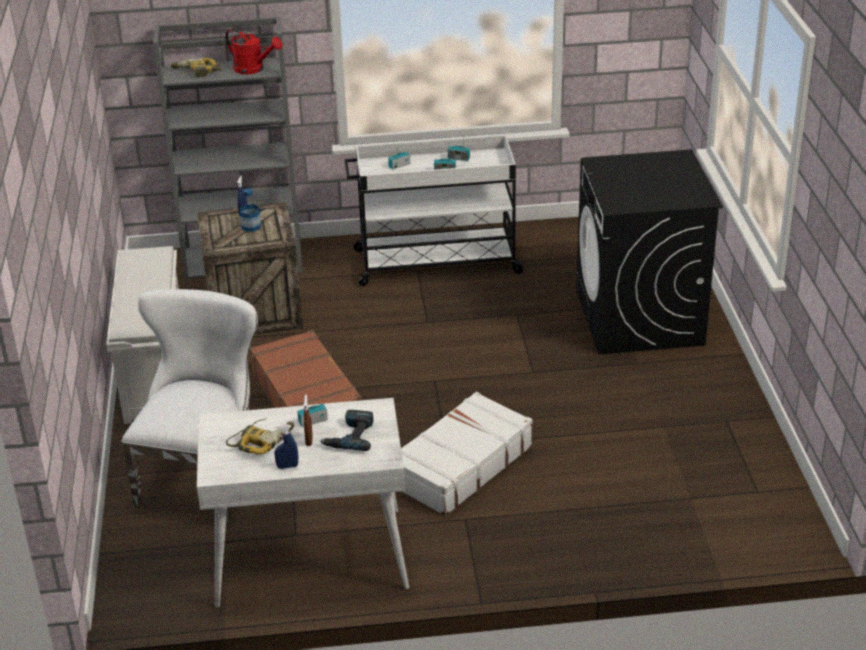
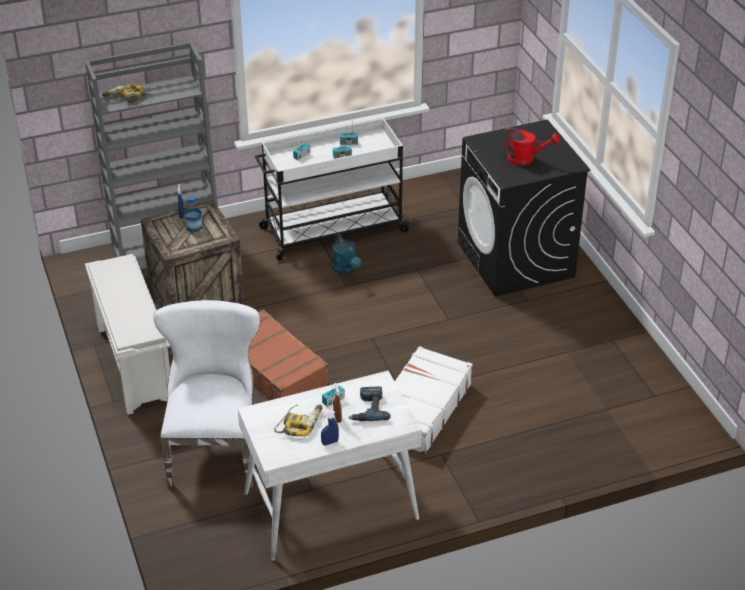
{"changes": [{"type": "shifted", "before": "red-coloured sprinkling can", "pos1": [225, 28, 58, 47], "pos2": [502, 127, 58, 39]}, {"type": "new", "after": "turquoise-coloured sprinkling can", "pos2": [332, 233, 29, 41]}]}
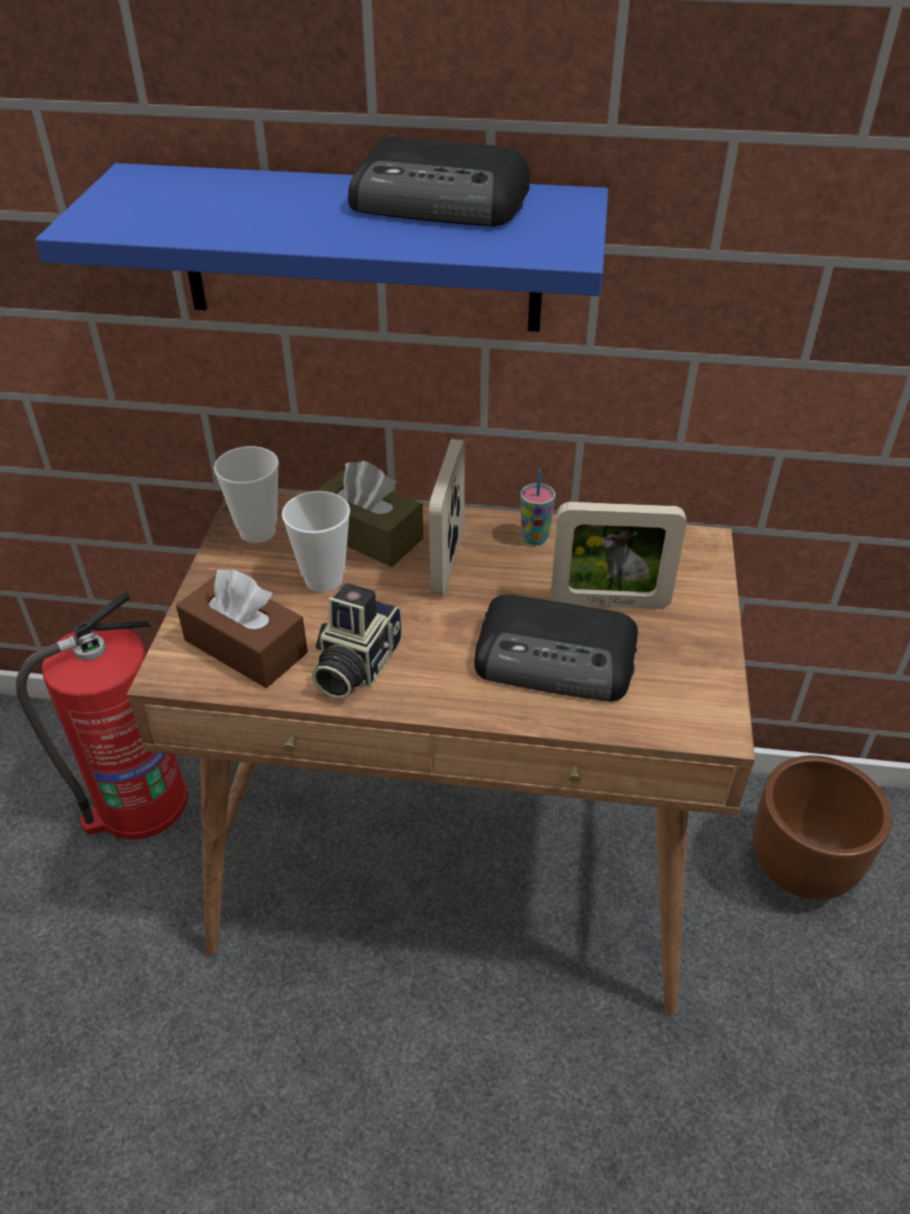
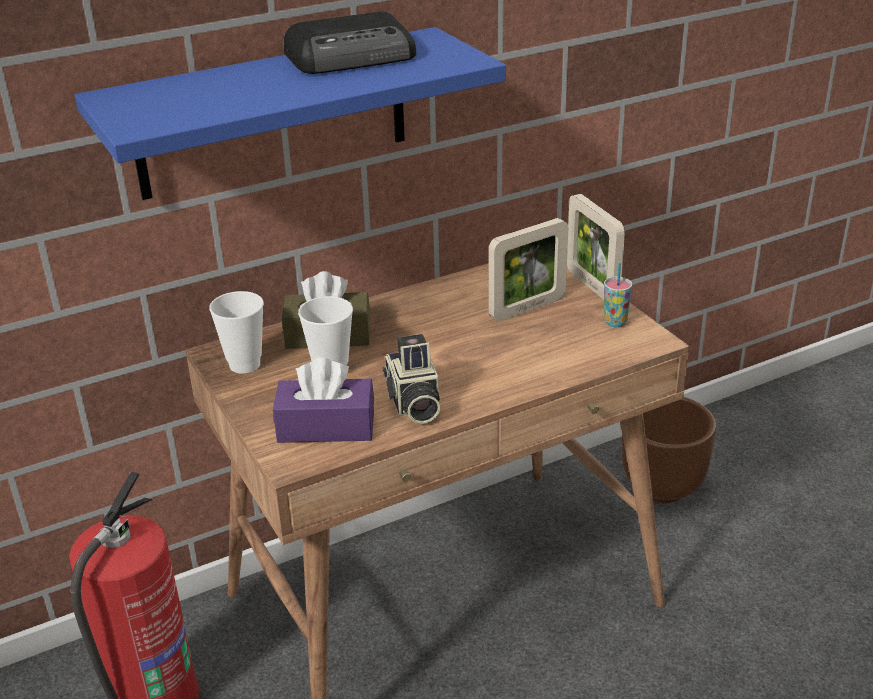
{"changes": [{"type": "repainted", "before": "brownish tissue holder", "after": "purple-coloured tissue holder", "pos1": [176, 569, 132, 119], "pos2": [273, 357, 101, 86]}, {"type": "shifted", "before": "photo frame", "pos1": [429, 439, 36, 156], "pos2": [567, 194, 58, 106]}, {"type": "gone", "before": "radio set", "pos1": [474, 594, 164, 108]}, {"type": "shifted", "before": "drinking cup", "pos1": [521, 469, 34, 76], "pos2": [604, 263, 28, 64]}]}
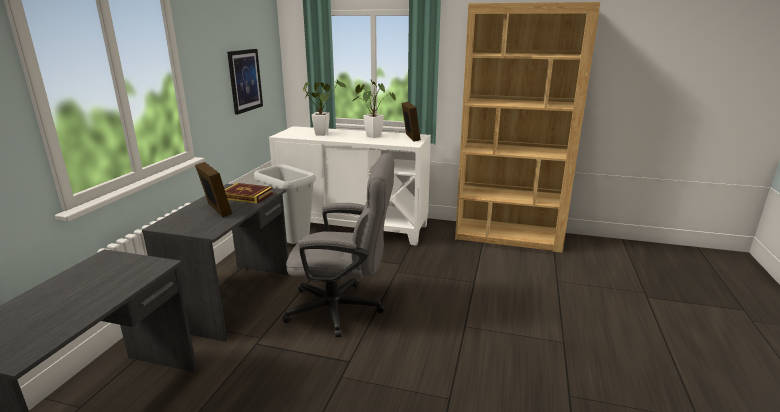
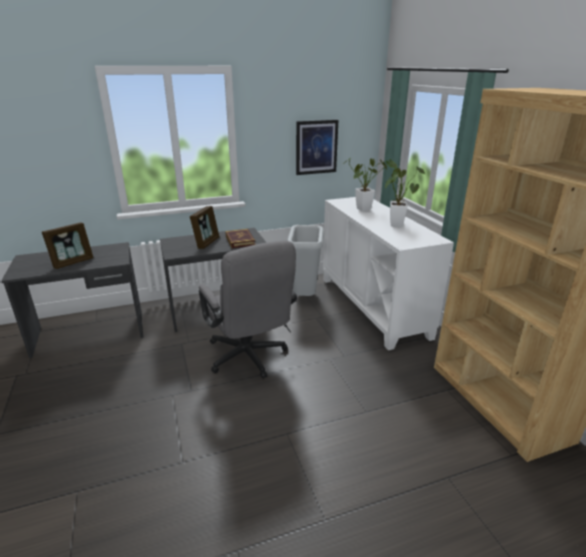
{"changes": [{"type": "shifted", "before": "photo frame", "pos1": [401, 102, 20, 40], "pos2": [42, 222, 52, 47]}]}
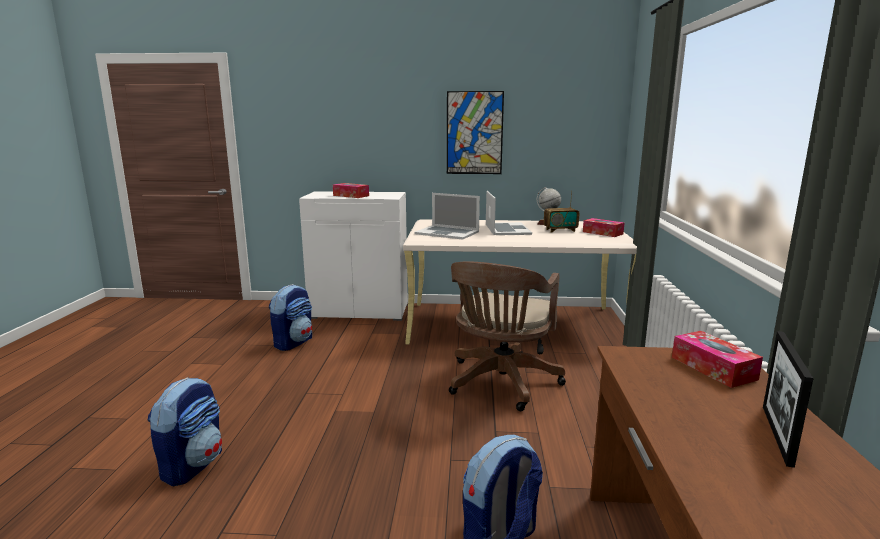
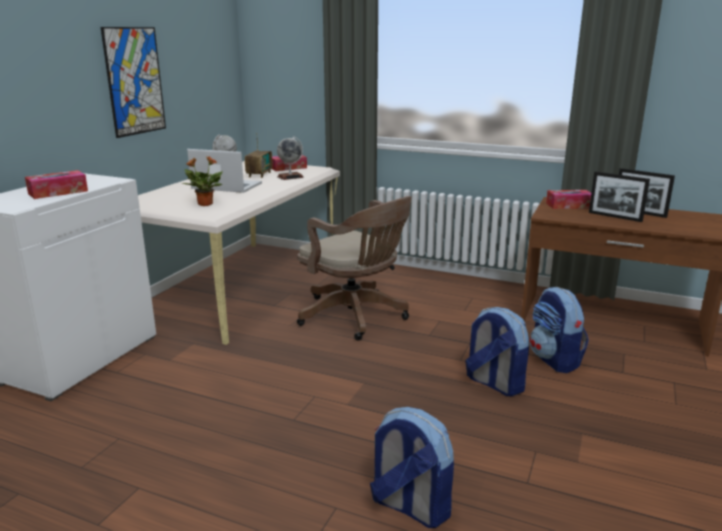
{"changes": [{"type": "shifted", "before": "backpack", "pos1": [269, 284, 43, 67], "pos2": [465, 307, 64, 90]}, {"type": "swapped", "before": "laptop", "after": "plant in a pot", "pos1": [414, 193, 66, 47], "pos2": [182, 157, 41, 49]}, {"type": "new", "after": "globe", "pos2": [277, 136, 27, 44]}, {"type": "new", "after": "photo frame", "pos2": [589, 171, 61, 51]}]}
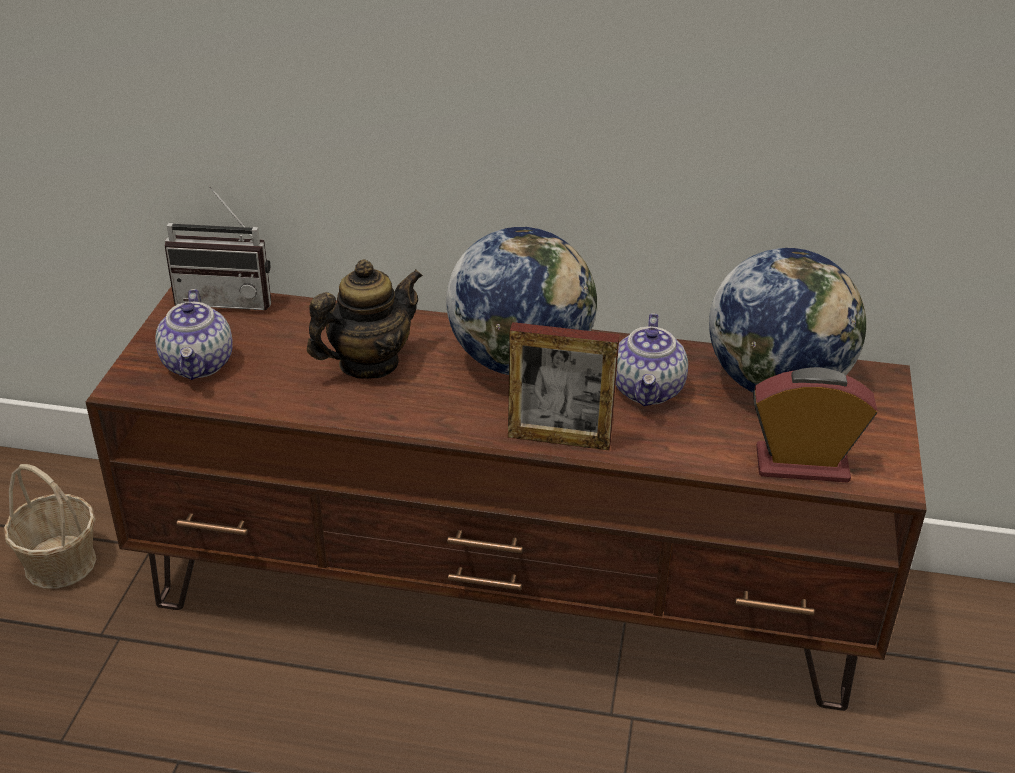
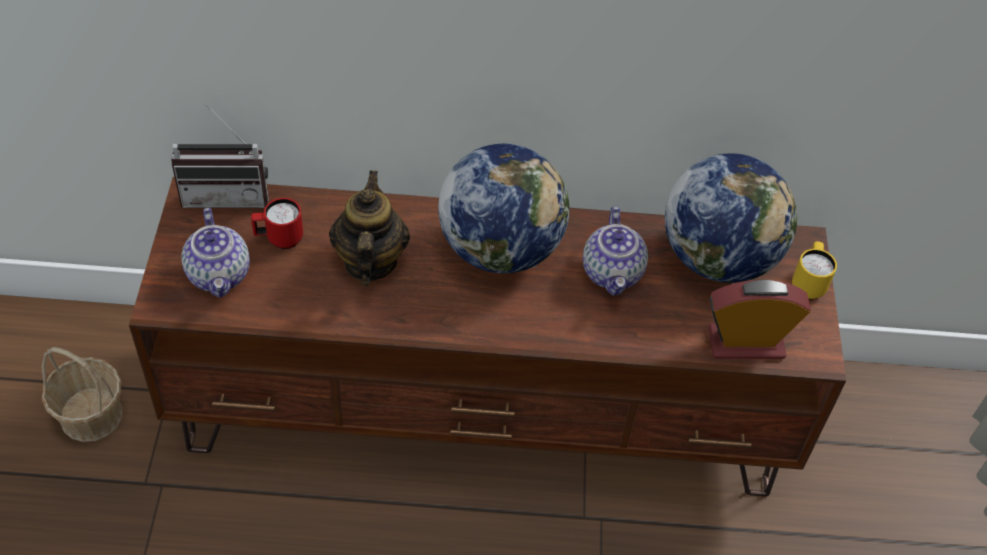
{"changes": [{"type": "rotated", "before": "teapot", "pos1": [307, 259, 116, 120], "pos2": [329, 170, 81, 116], "turn": -45}, {"type": "gone", "before": "photo frame", "pos1": [508, 322, 112, 128]}, {"type": "new", "after": "red-coloured coffee mug", "pos2": [251, 198, 52, 51]}, {"type": "new", "after": "yellow-coloured coffee mug", "pos2": [792, 241, 45, 59]}]}
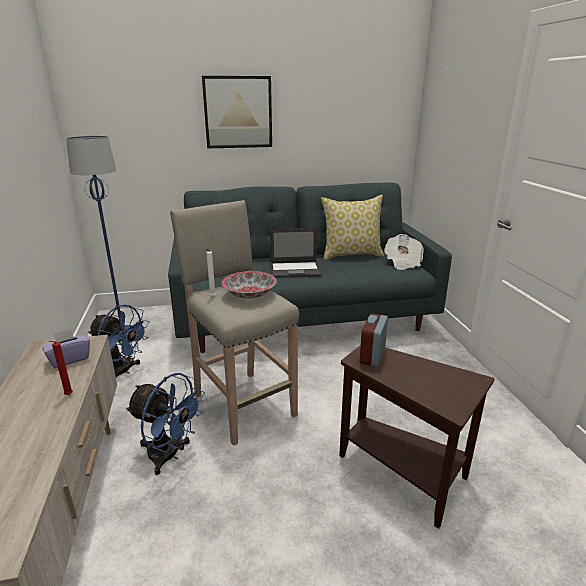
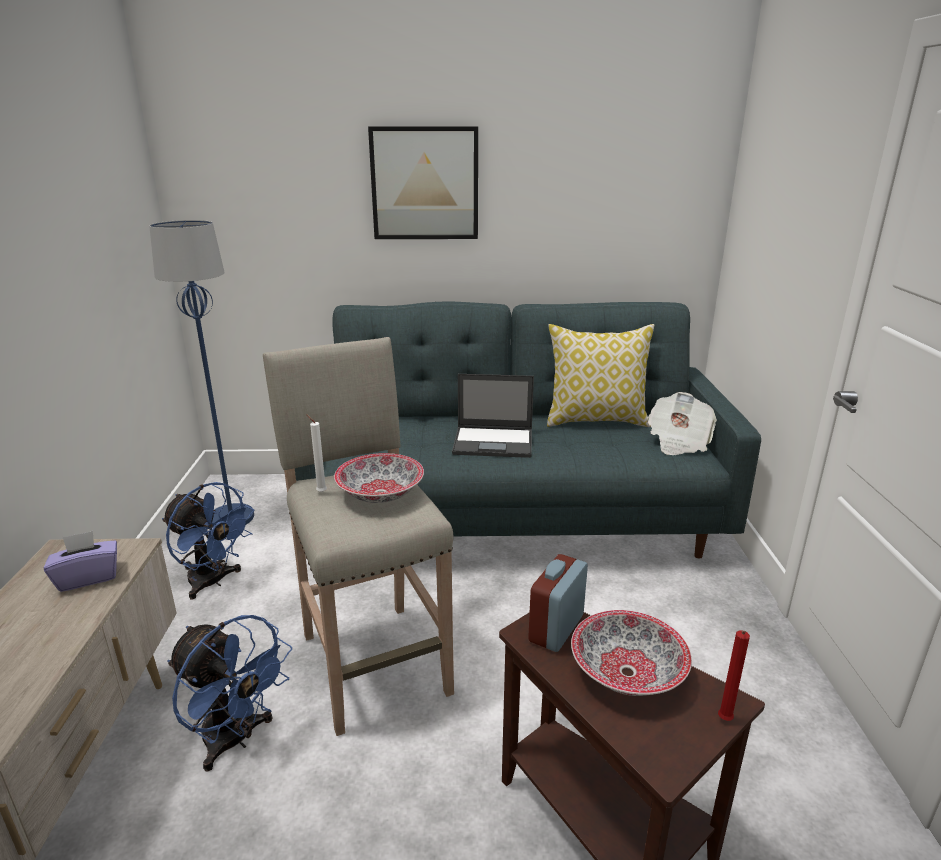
{"changes": [{"type": "shifted", "before": "red-coloured wax light", "pos1": [48, 341, 25, 54], "pos2": [718, 630, 32, 91]}, {"type": "new", "after": "bowl", "pos2": [571, 610, 121, 86]}]}
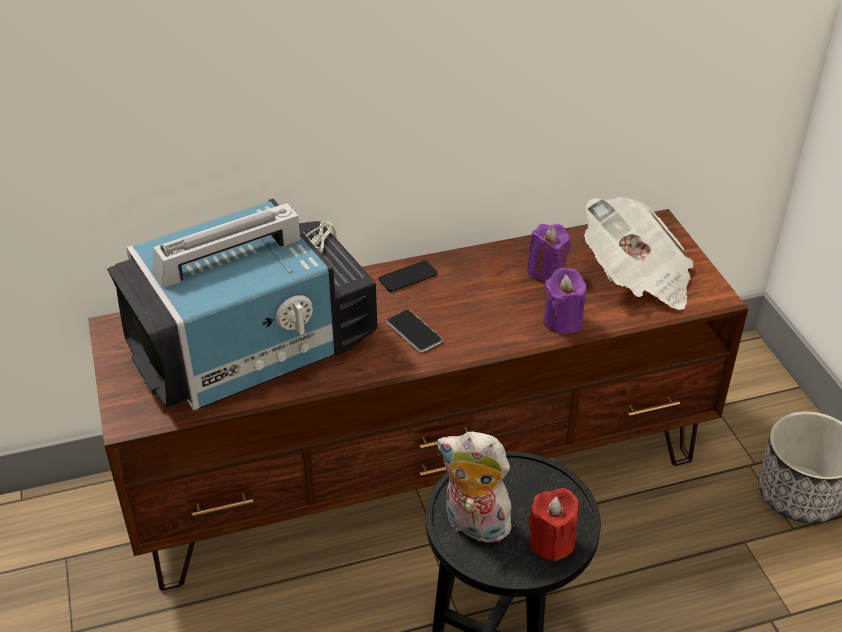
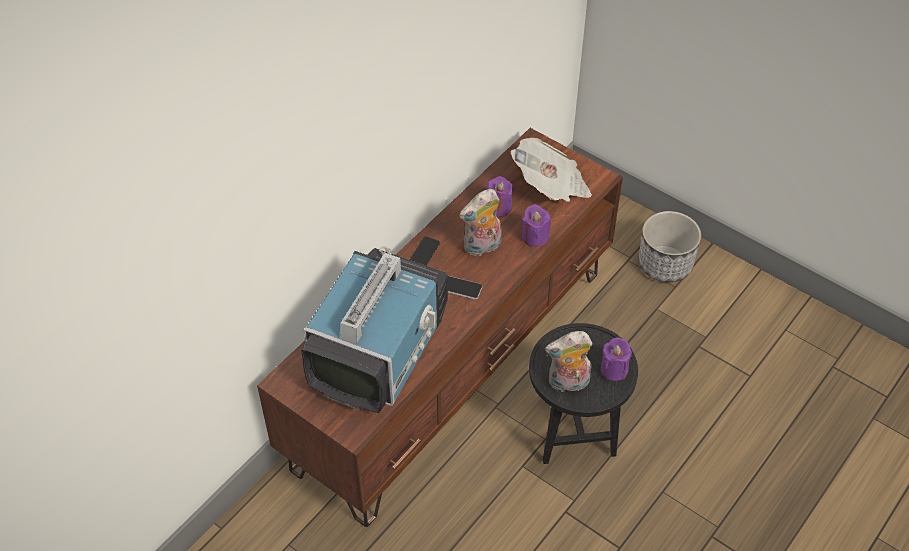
{"changes": [{"type": "repainted", "before": "red-coloured wax light", "after": "purple-coloured wax light", "pos1": [529, 488, 50, 74], "pos2": [601, 337, 31, 44]}, {"type": "new", "after": "plush toy", "pos2": [459, 189, 42, 67]}]}
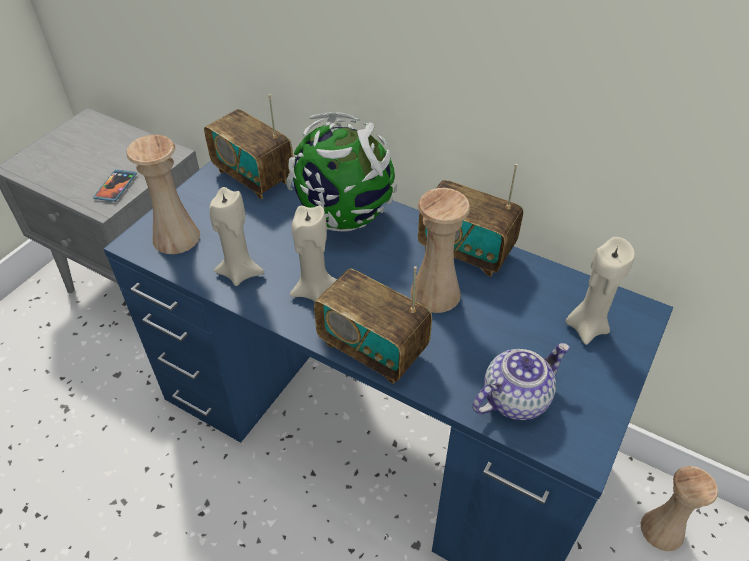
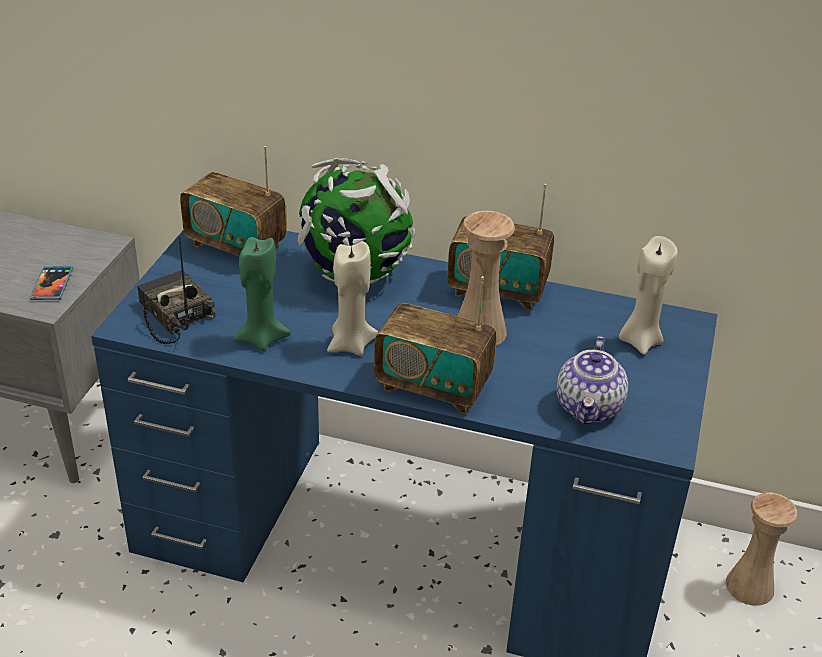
{"changes": [{"type": "swapped", "before": "sand-coloured vase", "after": "radio set", "pos1": [127, 135, 73, 119], "pos2": [137, 237, 79, 107]}, {"type": "repainted", "before": "sand-coloured wax light", "after": "green-coloured wax light", "pos1": [209, 187, 56, 99], "pos2": [233, 237, 58, 114]}, {"type": "rotated", "before": "teapot", "pos1": [472, 343, 97, 77], "pos2": [557, 336, 71, 88], "turn": 150}]}
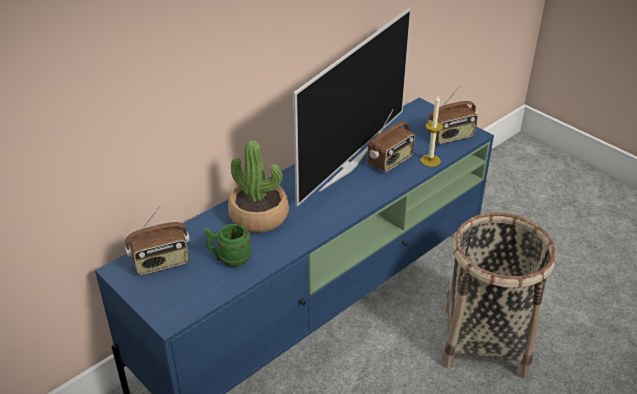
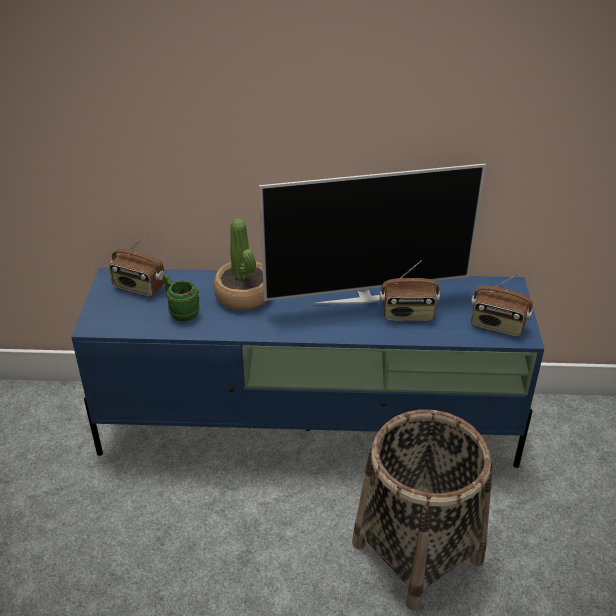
{"changes": [{"type": "gone", "before": "wax light", "pos1": [420, 96, 24, 71]}]}
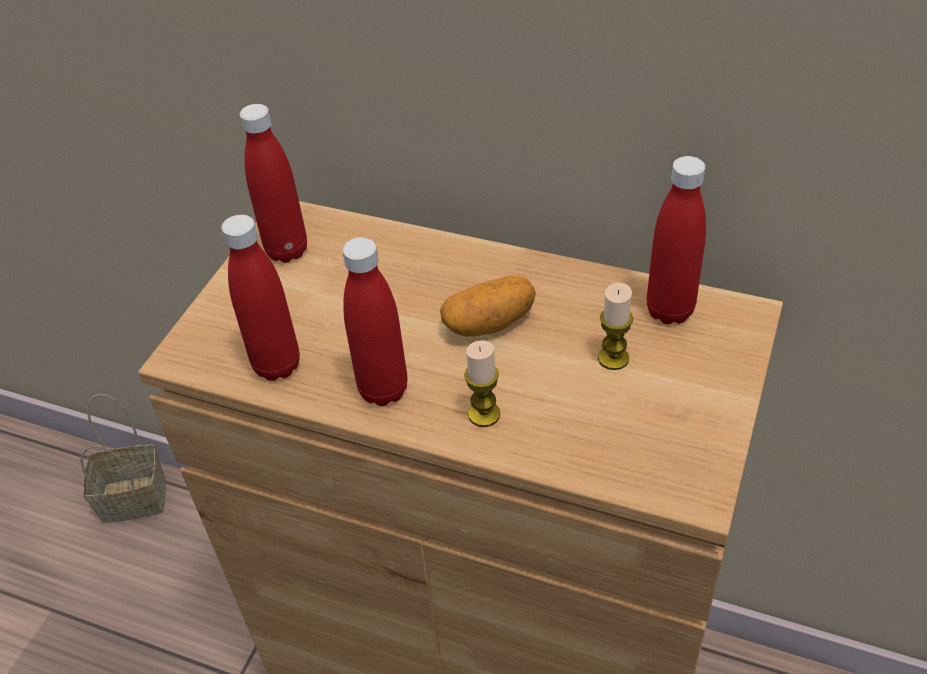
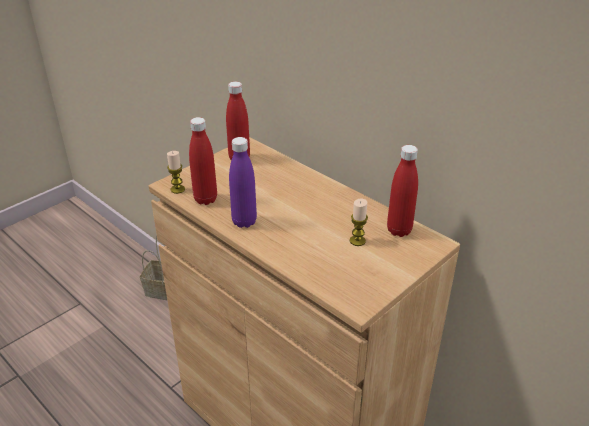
{"changes": [{"type": "repainted", "before": "red-coloured beverage bottle", "after": "purple-coloured beverage bottle", "pos1": [342, 237, 66, 169], "pos2": [229, 137, 28, 91]}, {"type": "gone", "before": "spud", "pos1": [440, 275, 96, 61]}, {"type": "shifted", "before": "wax light", "pos1": [464, 340, 36, 87], "pos2": [167, 151, 18, 43]}]}
